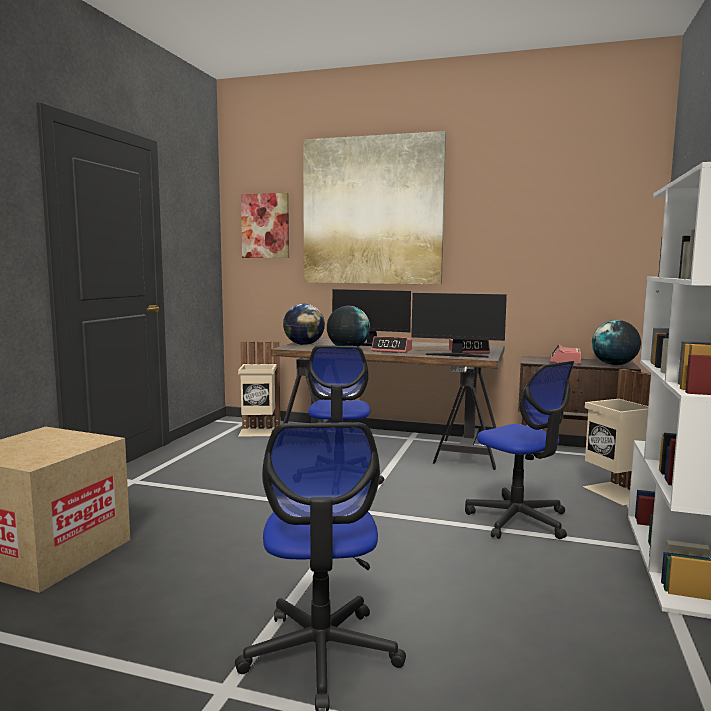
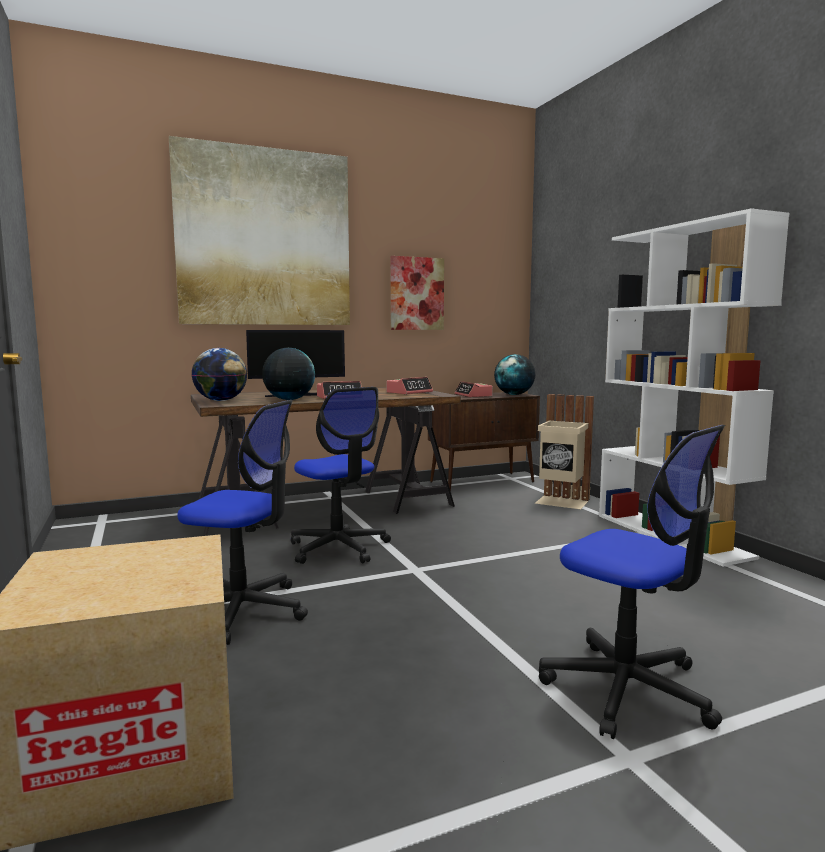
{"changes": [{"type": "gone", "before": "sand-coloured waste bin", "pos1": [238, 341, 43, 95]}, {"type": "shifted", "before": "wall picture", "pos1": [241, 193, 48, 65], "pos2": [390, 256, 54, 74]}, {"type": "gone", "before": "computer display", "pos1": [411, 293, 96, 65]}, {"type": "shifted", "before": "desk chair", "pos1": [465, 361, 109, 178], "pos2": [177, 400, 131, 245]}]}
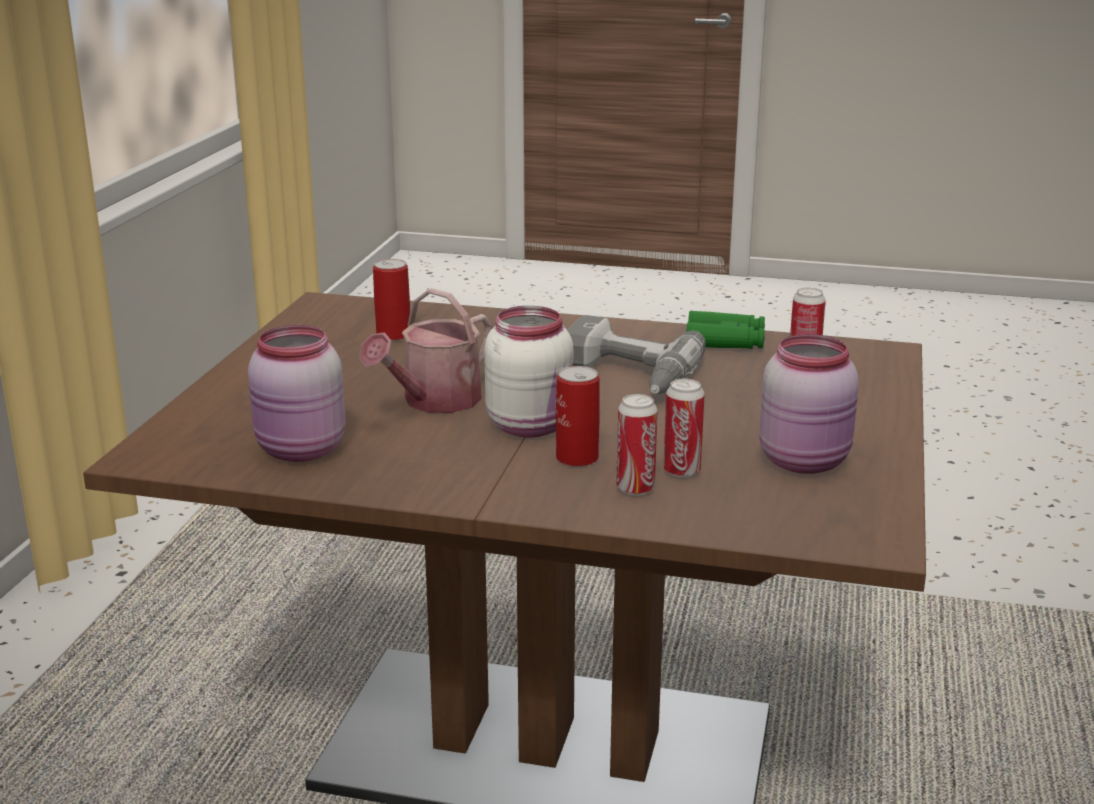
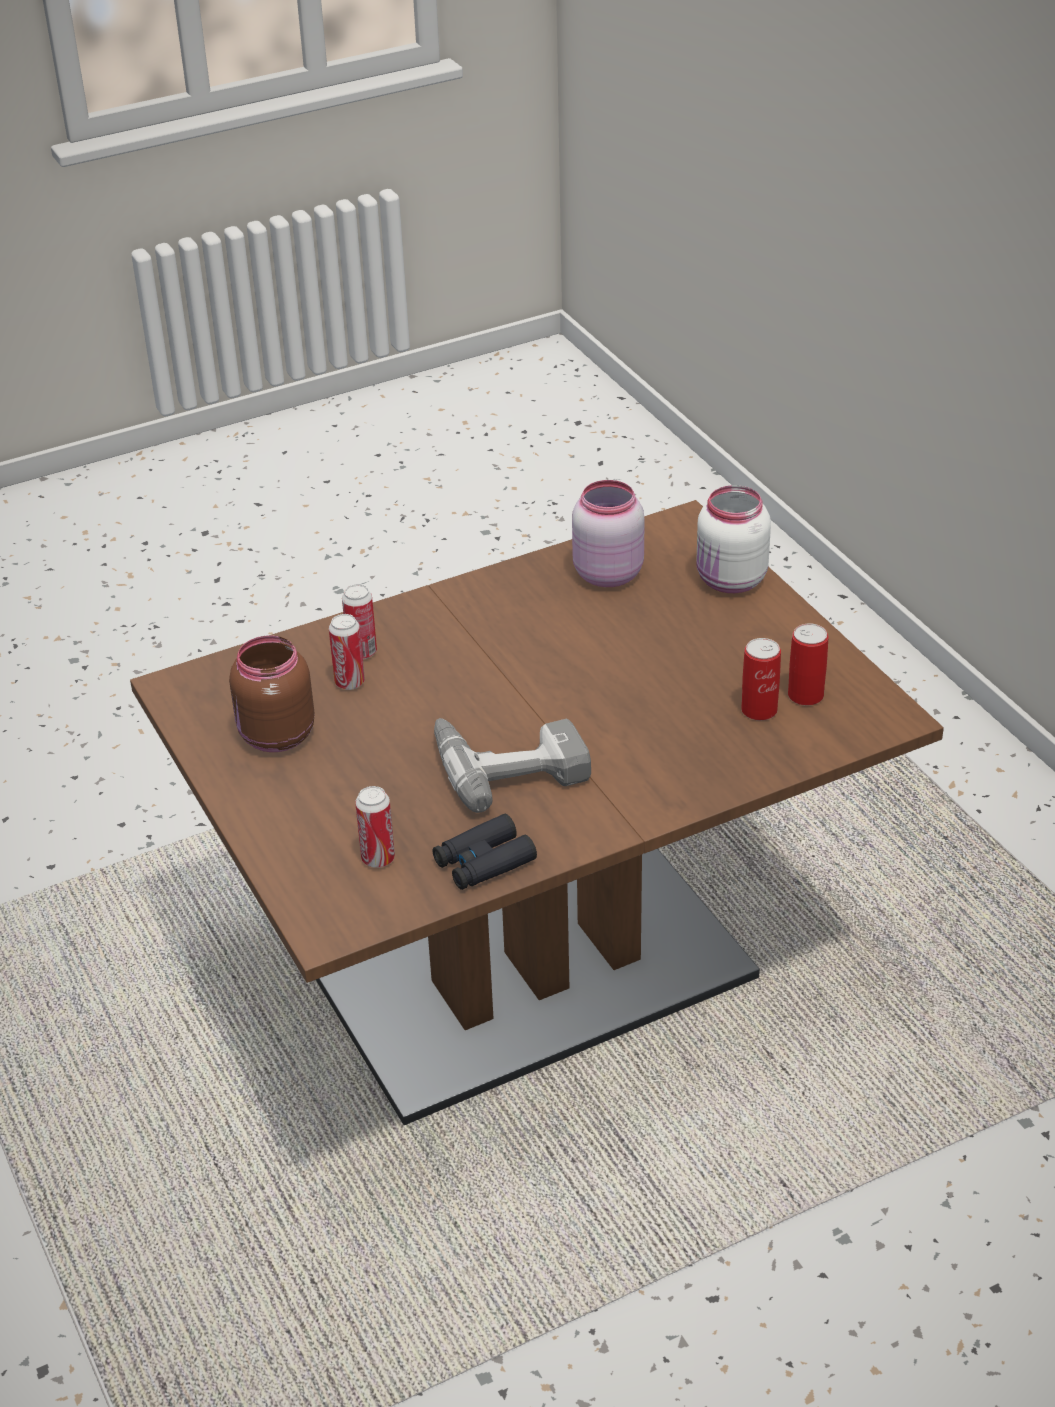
{"changes": [{"type": "gone", "before": "sprinkling can", "pos1": [359, 288, 133, 125]}, {"type": "shifted", "before": "whitish storage jar", "pos1": [484, 306, 89, 132], "pos2": [696, 485, 75, 108]}, {"type": "shifted", "before": "sealed can", "pos1": [556, 366, 44, 101], "pos2": [788, 623, 41, 82]}, {"type": "repainted", "before": "green-coloured binoculars", "after": "black-coloured binoculars", "pos1": [686, 311, 79, 38], "pos2": [433, 814, 104, 76]}, {"type": "repainted", "before": "pink-coloured storage jar", "after": "brownish storage jar", "pos1": [759, 334, 100, 140], "pos2": [229, 635, 86, 117]}]}
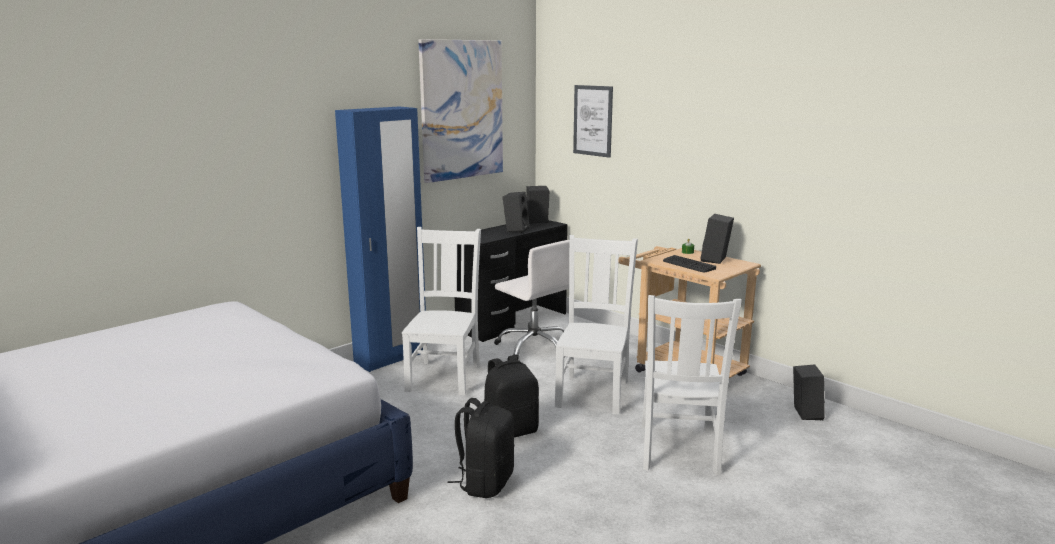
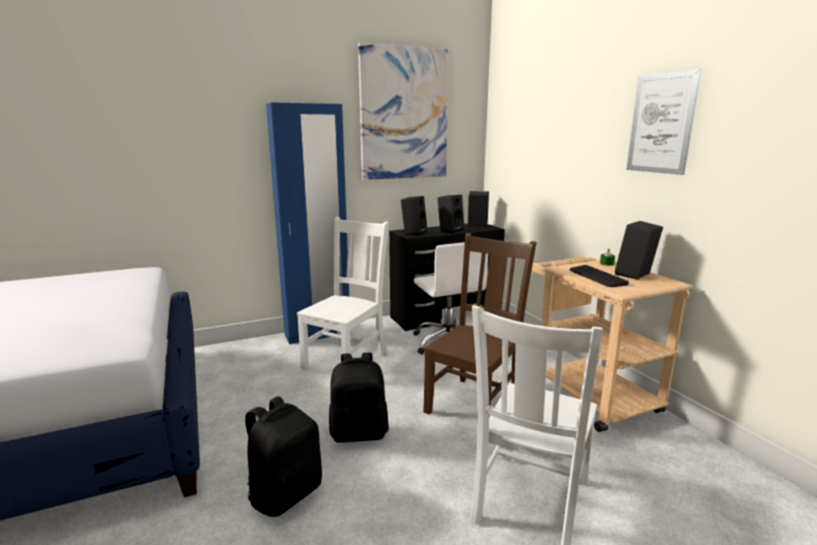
{"changes": [{"type": "repainted", "before": "whitish plain chair", "after": "brownish plain chair", "pos1": [555, 235, 83, 180], "pos2": [423, 233, 113, 184]}, {"type": "shifted", "before": "wall picture", "pos1": [573, 85, 40, 73], "pos2": [626, 69, 75, 106]}, {"type": "shifted", "before": "black-coloured audio speaker", "pos1": [793, 364, 32, 56], "pos2": [401, 196, 26, 40]}]}
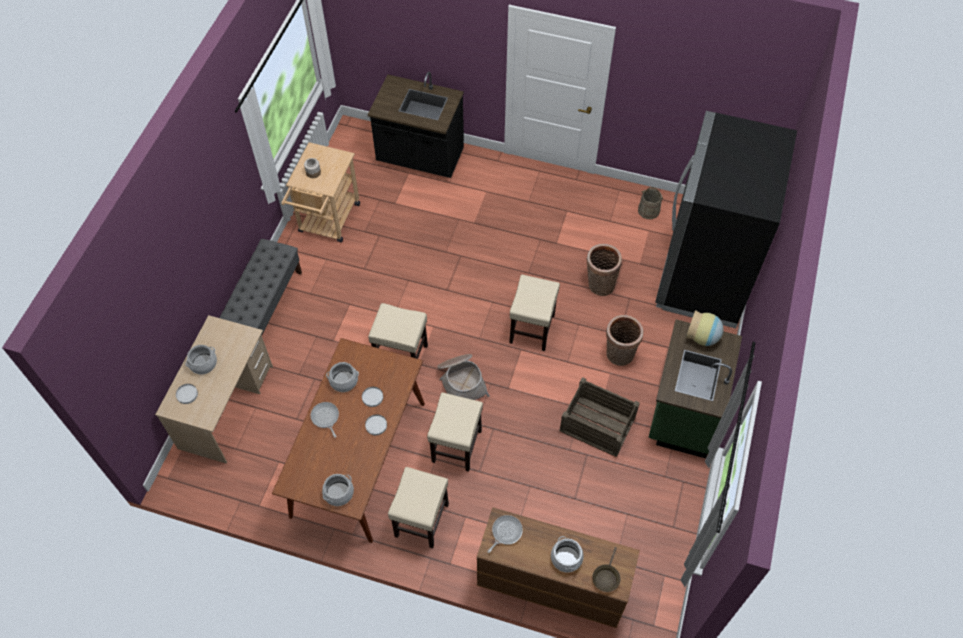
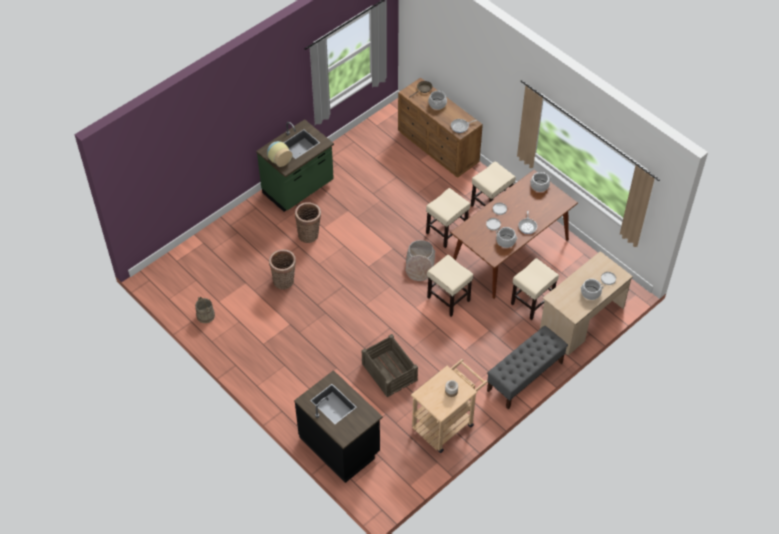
{"changes": [{"type": "shifted", "before": "sand-coloured stool seat", "pos1": [509, 275, 51, 76], "pos2": [511, 258, 48, 62]}, {"type": "shifted", "before": "crate", "pos1": [559, 377, 81, 80], "pos2": [362, 334, 56, 63]}, {"type": "gone", "before": "black-coloured kitchen fridge", "pos1": [655, 111, 142, 217]}]}
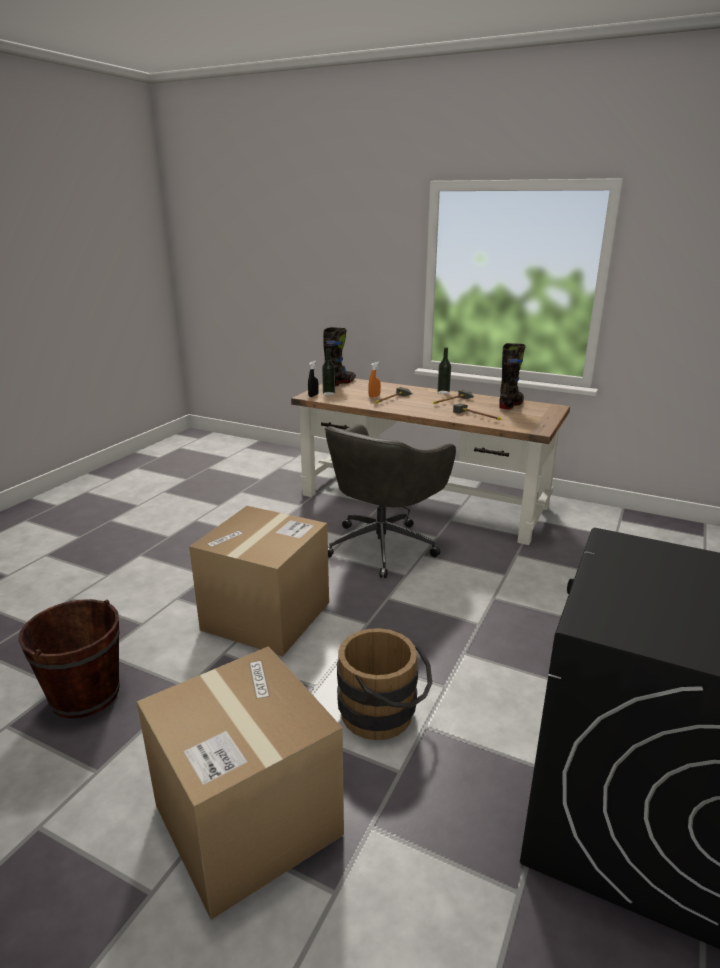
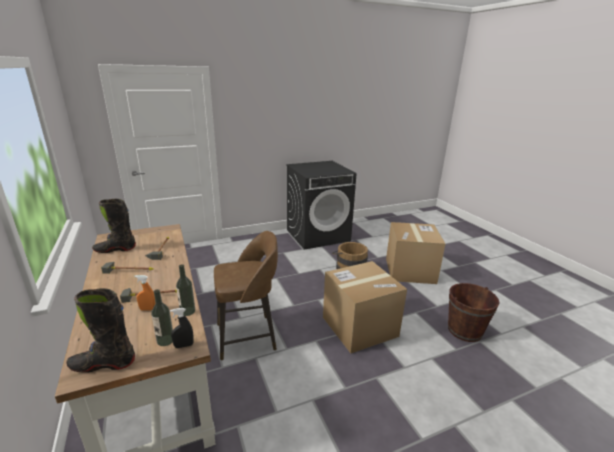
{"changes": [{"type": "swapped", "before": "greyish desk chair", "after": "brownish stool seat", "pos1": [325, 424, 131, 154], "pos2": [214, 231, 64, 129]}, {"type": "shifted", "before": "beverage bottle", "pos1": [437, 347, 14, 47], "pos2": [176, 264, 19, 52]}]}
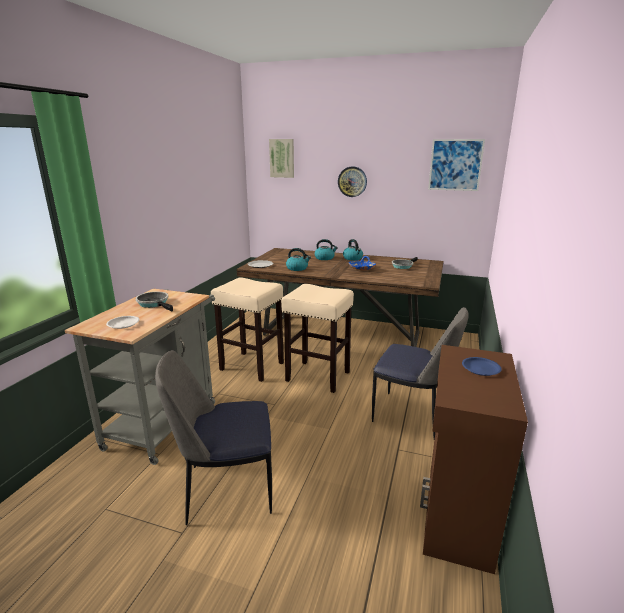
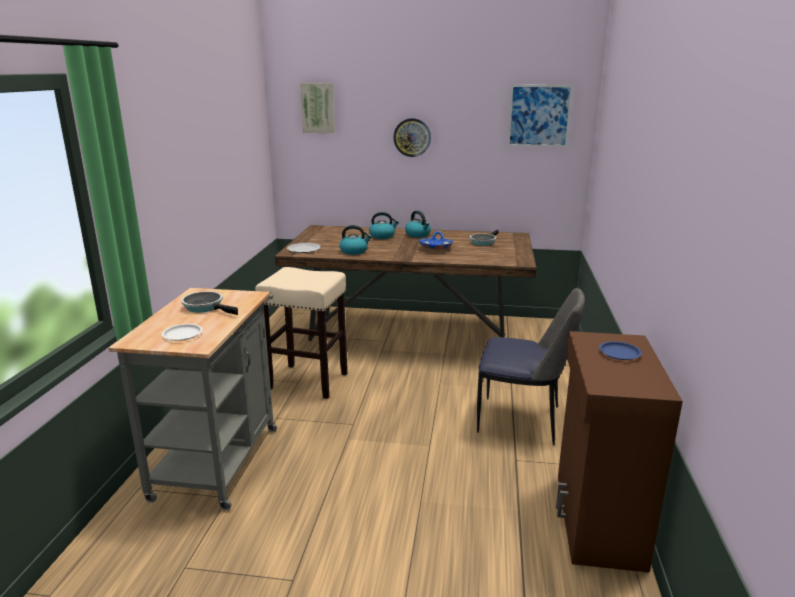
{"changes": [{"type": "gone", "before": "plain chair", "pos1": [155, 350, 117, 175]}, {"type": "gone", "before": "sand-coloured stool seat", "pos1": [281, 284, 73, 109]}]}
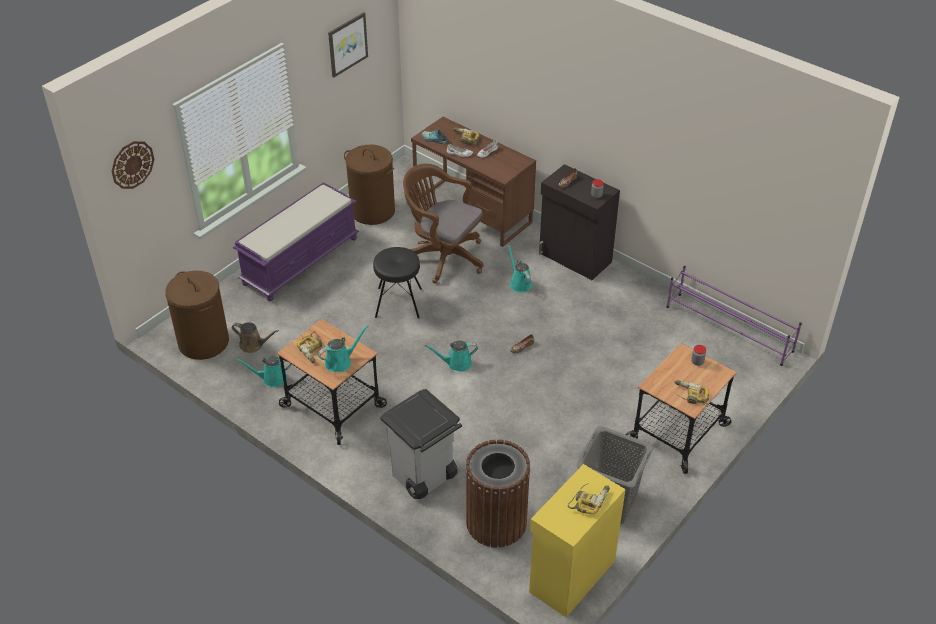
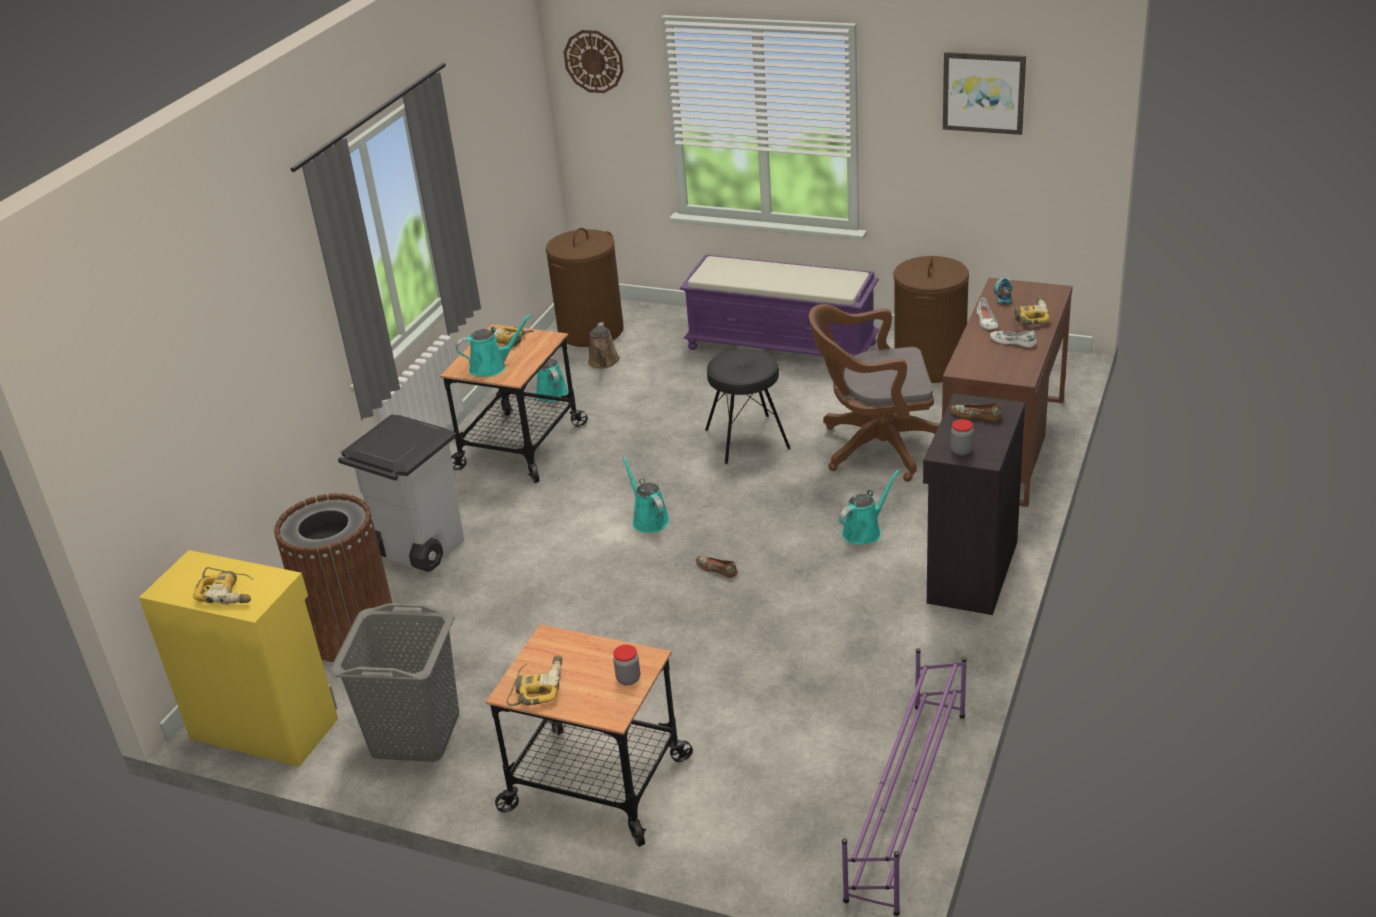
{"changes": [{"type": "rotated", "before": "turquoise-coloured sprinkling can", "pos1": [318, 325, 51, 47], "pos2": [455, 314, 77, 63], "turn": -60}, {"type": "rotated", "before": "brownish desk chair", "pos1": [403, 164, 80, 120], "pos2": [809, 304, 131, 178], "turn": -105}]}
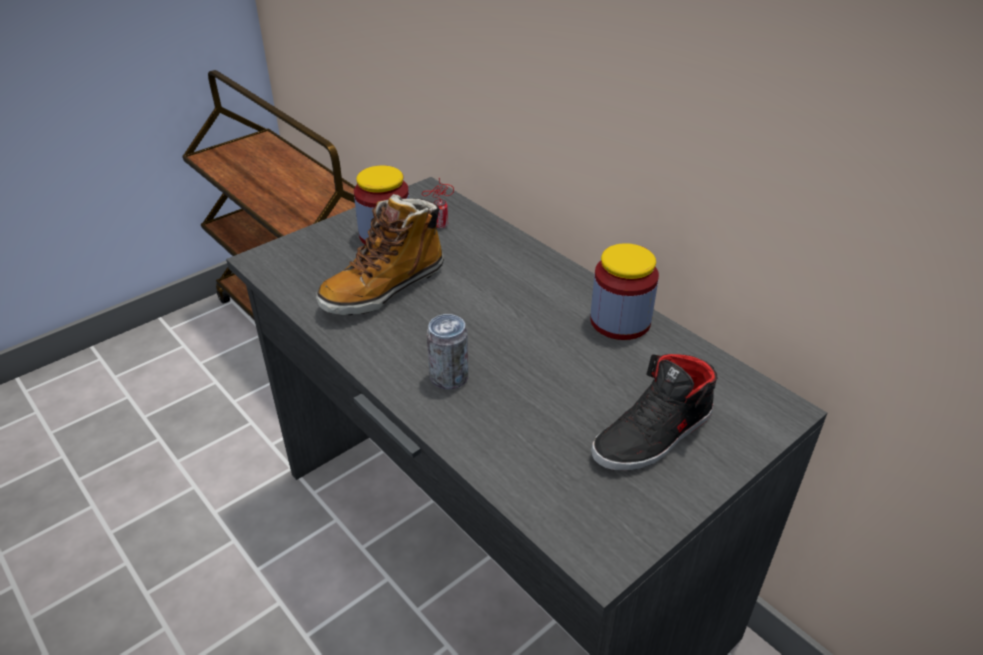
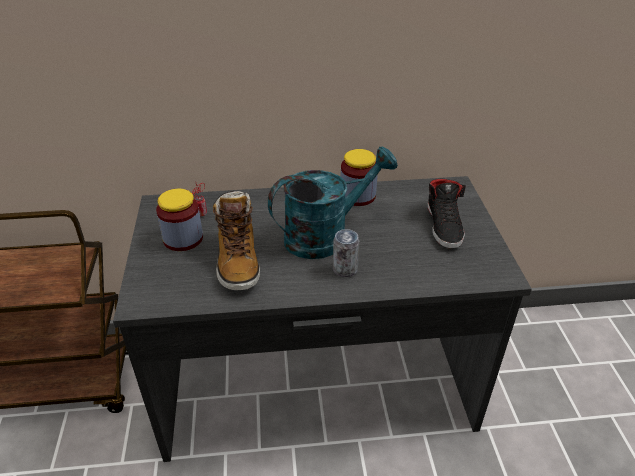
{"changes": [{"type": "new", "after": "turquoise-coloured sprinkling can", "pos2": [268, 147, 130, 112]}]}
